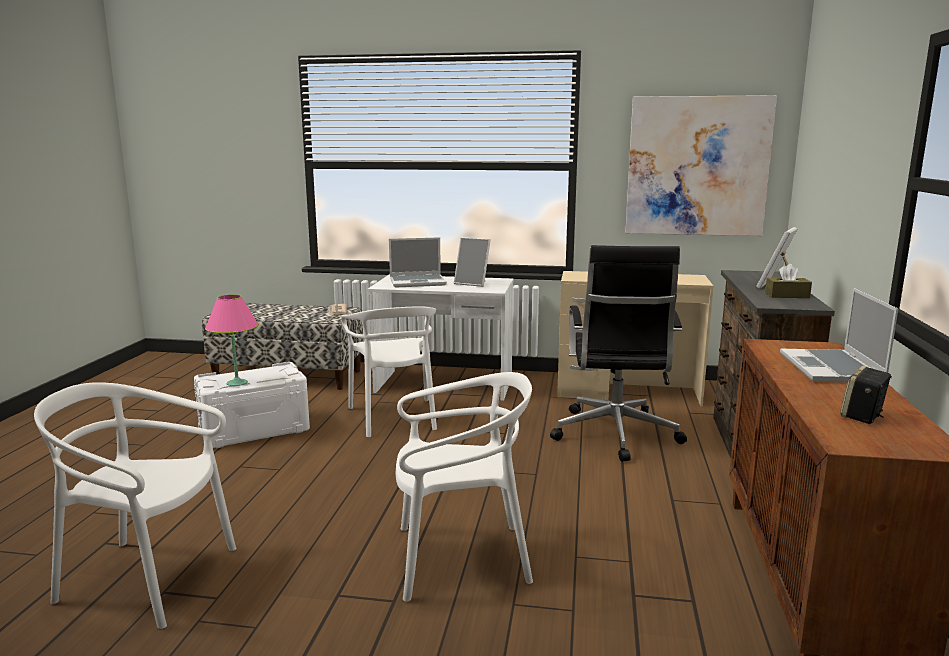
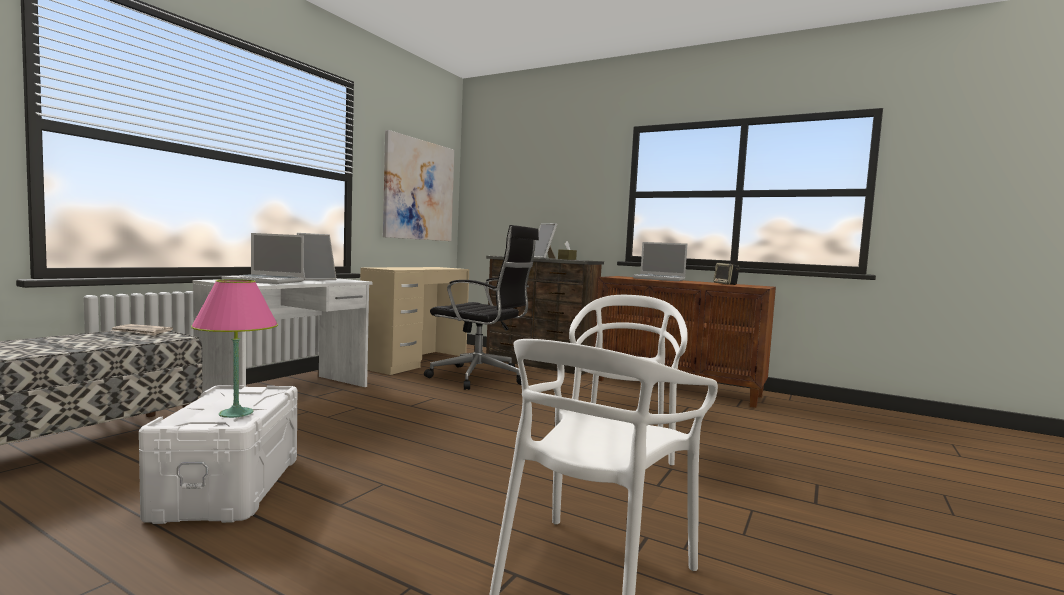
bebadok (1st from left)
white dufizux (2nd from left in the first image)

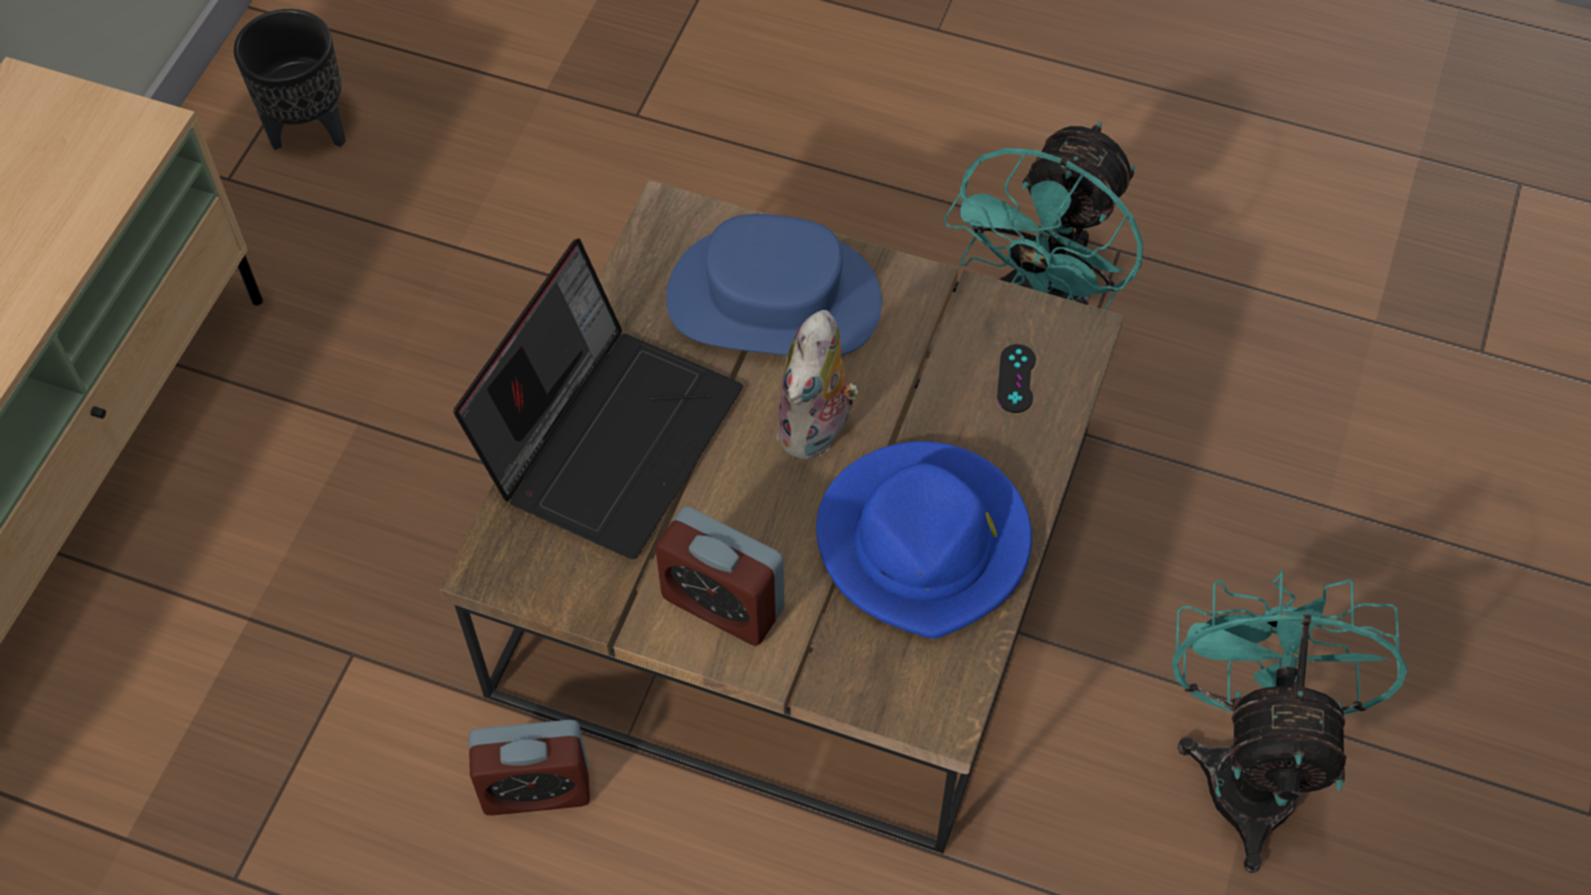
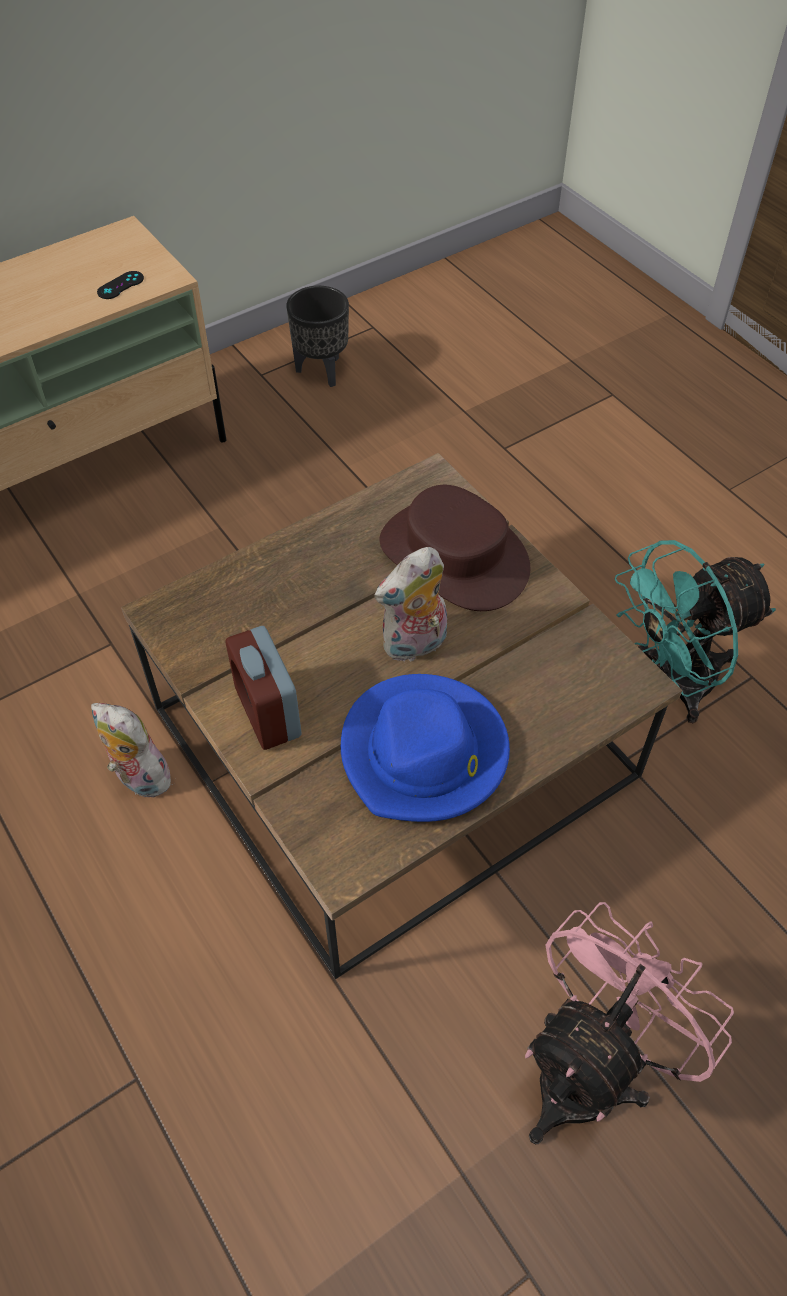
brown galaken
bebadok
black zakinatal
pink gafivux
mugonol (1st from left)

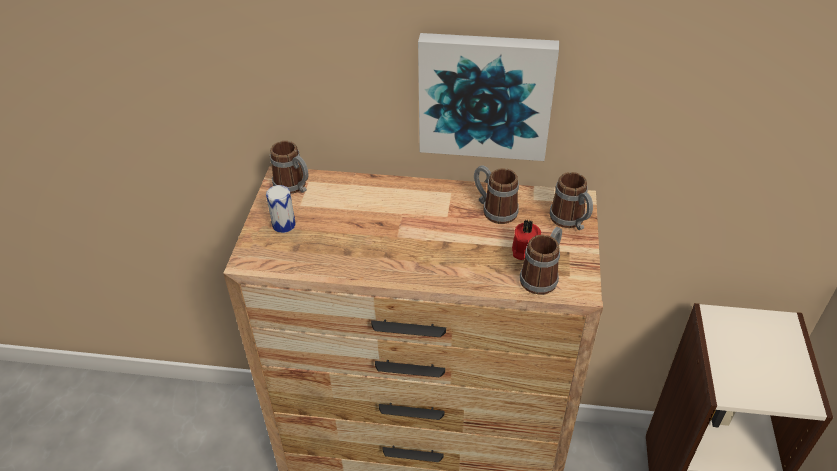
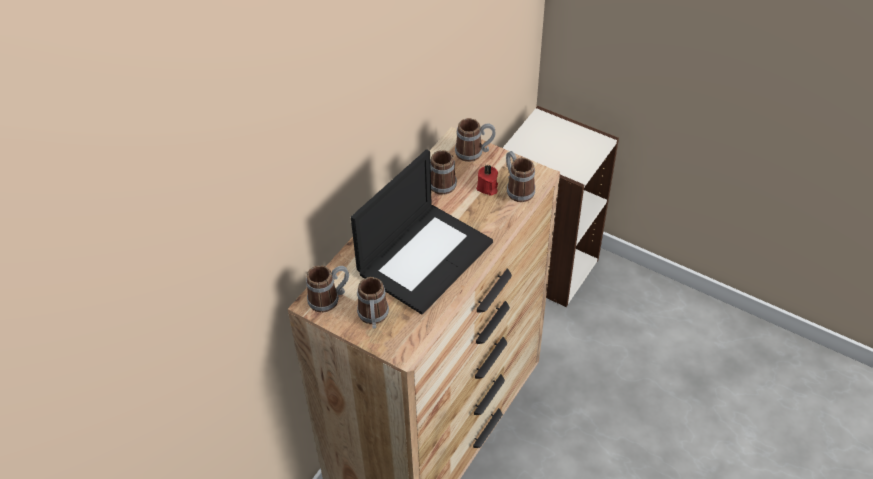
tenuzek
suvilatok (2nd from left)
bebadok

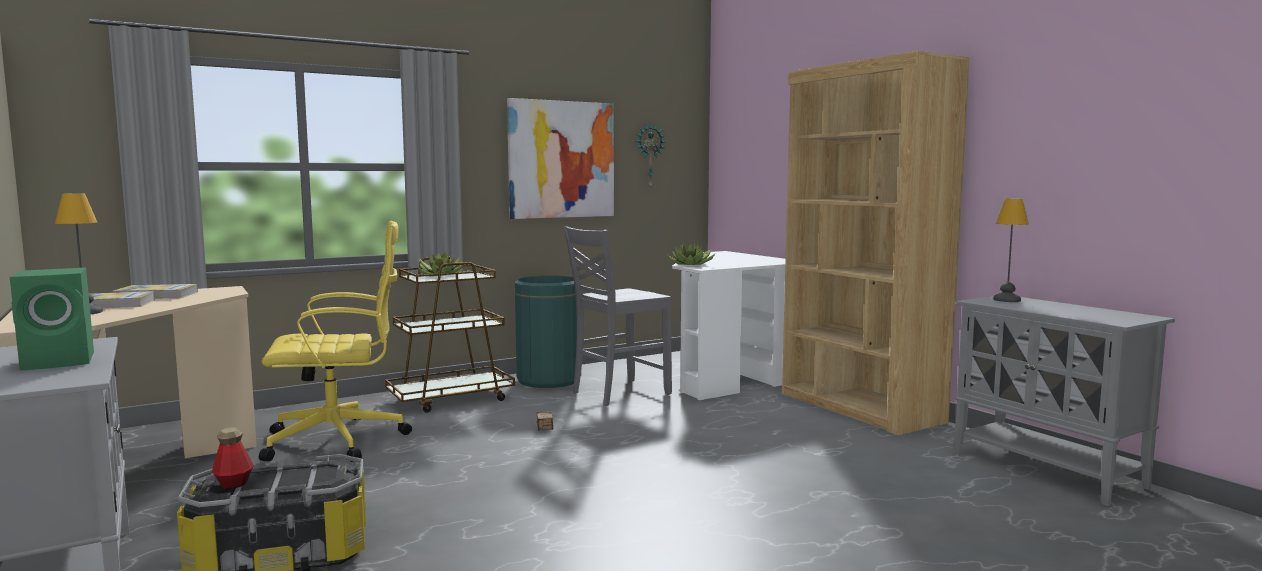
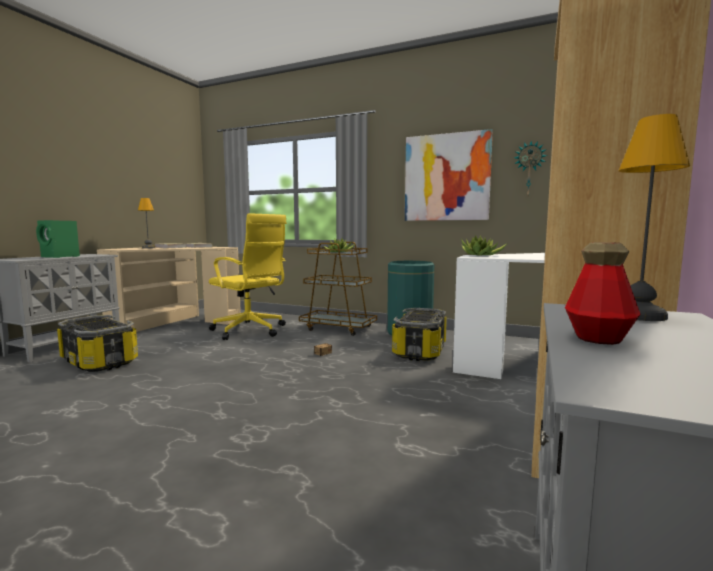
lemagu (3rd from left)
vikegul

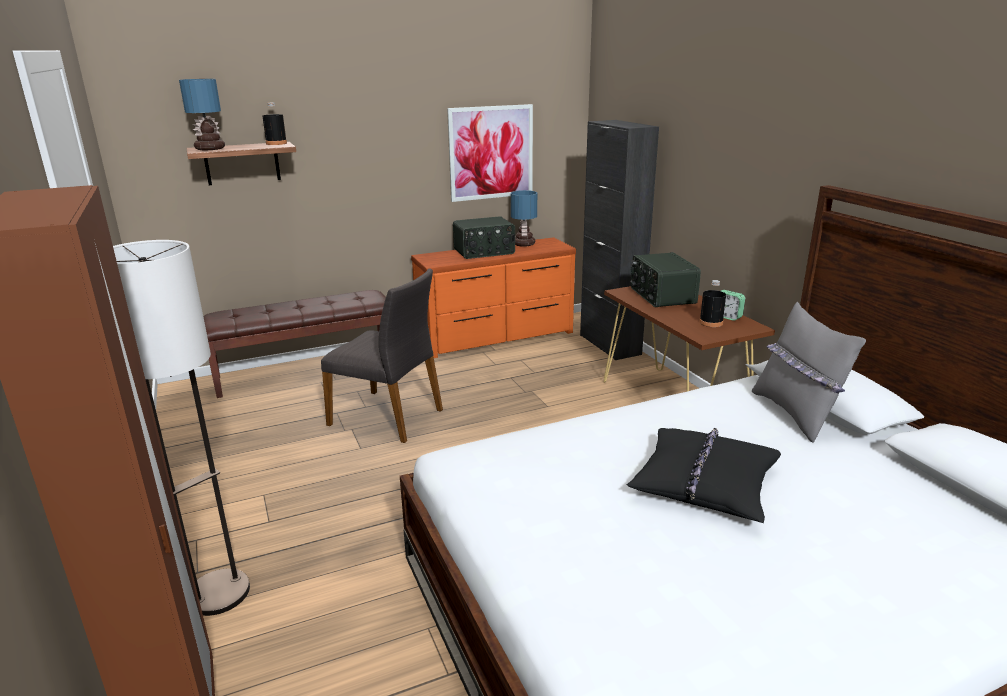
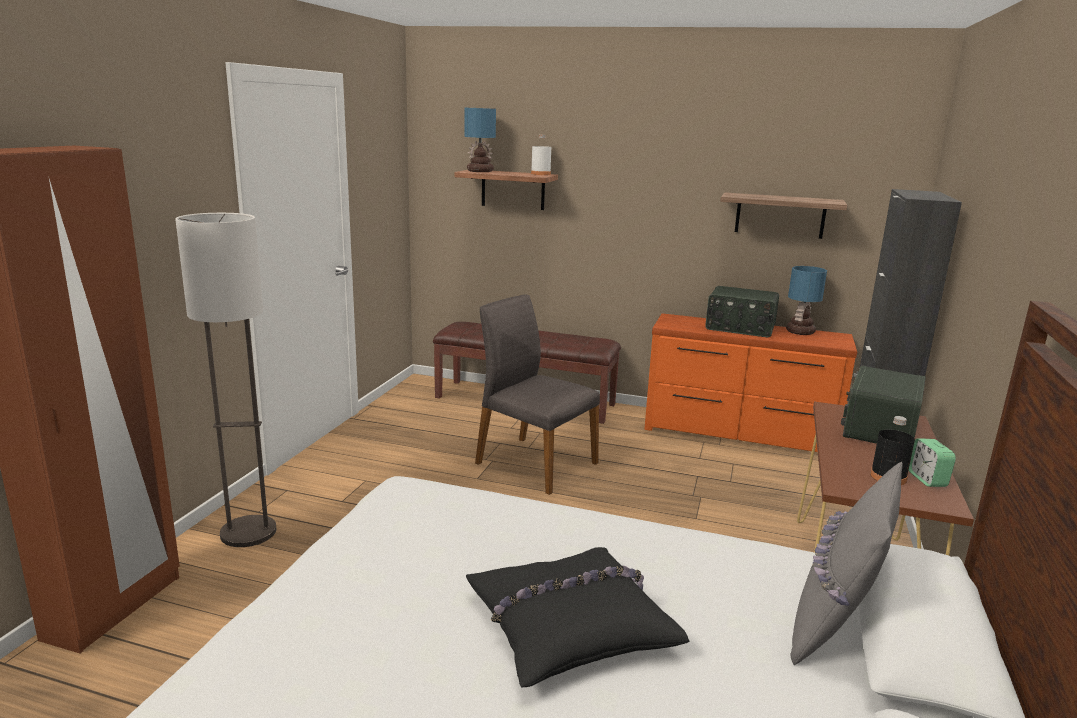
white vikegul
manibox (2nd from left)
grey dufizux

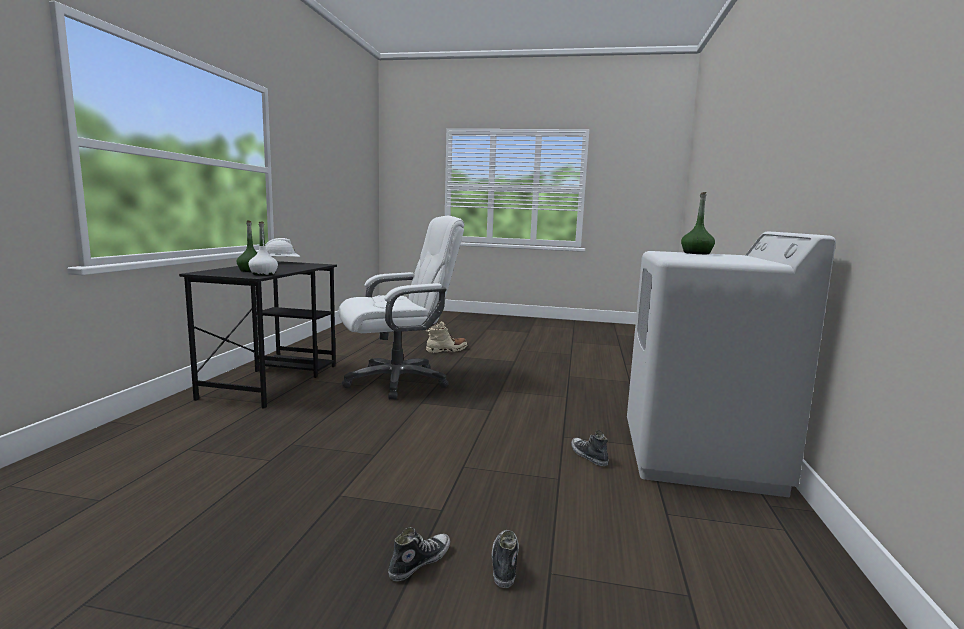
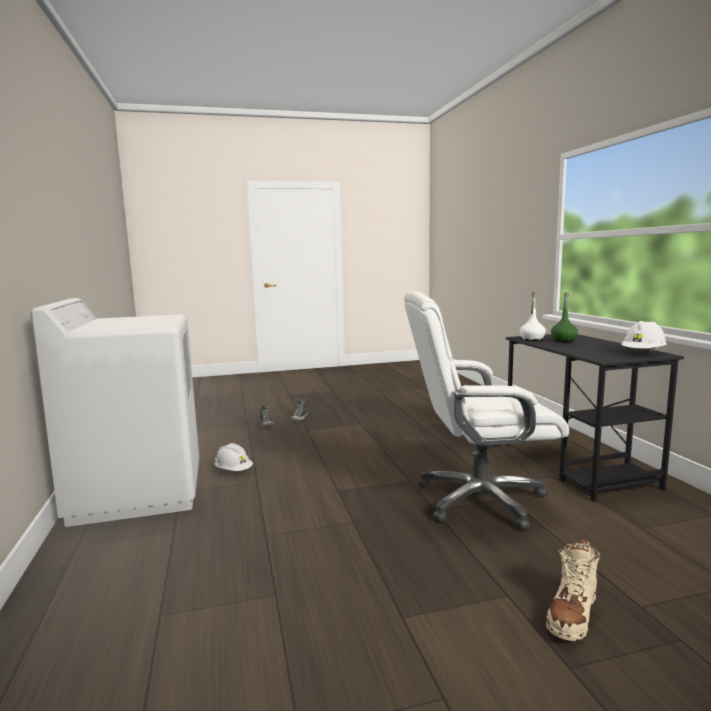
green vikegul (2nd from left in the first image)
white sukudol
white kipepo (1st from left)

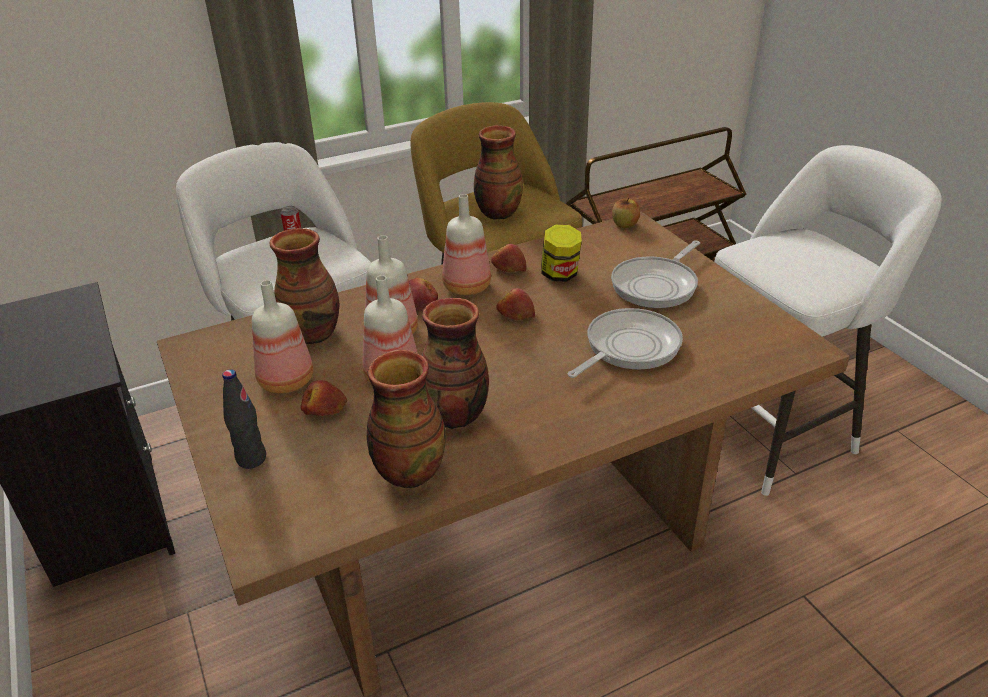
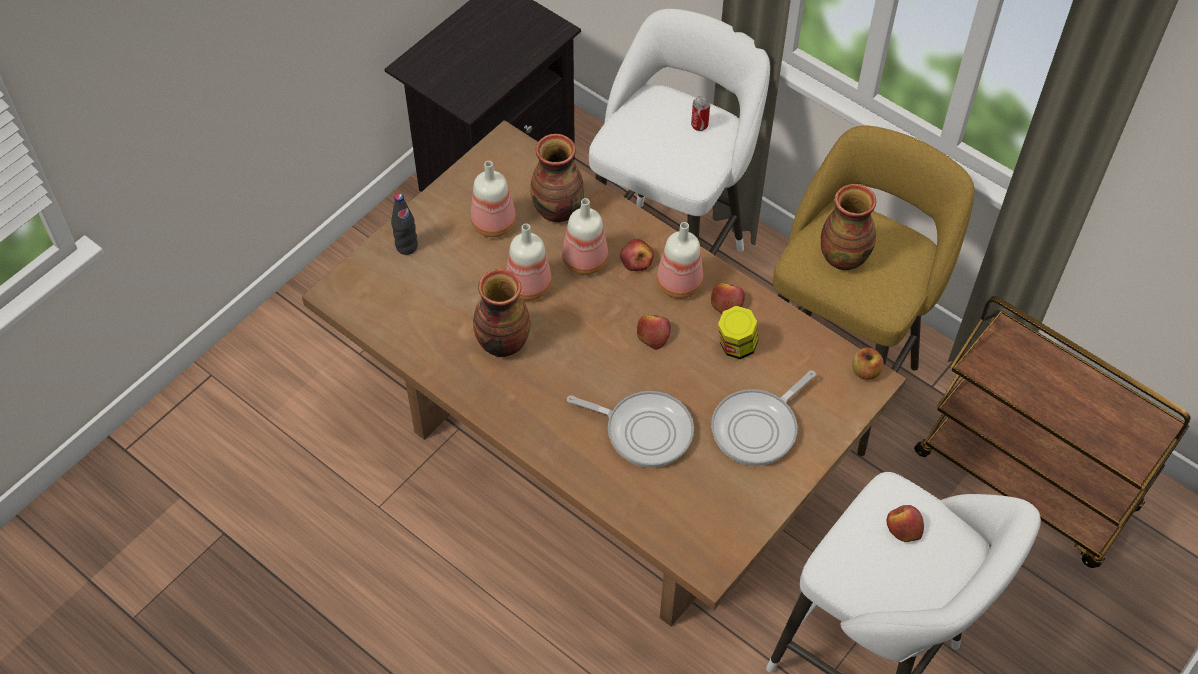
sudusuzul (2nd from left)
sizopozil (2nd from left in the first image)
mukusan (5th from left)

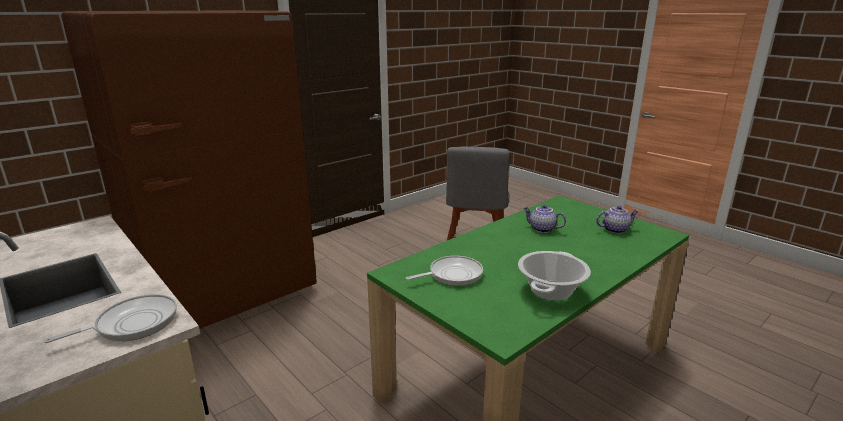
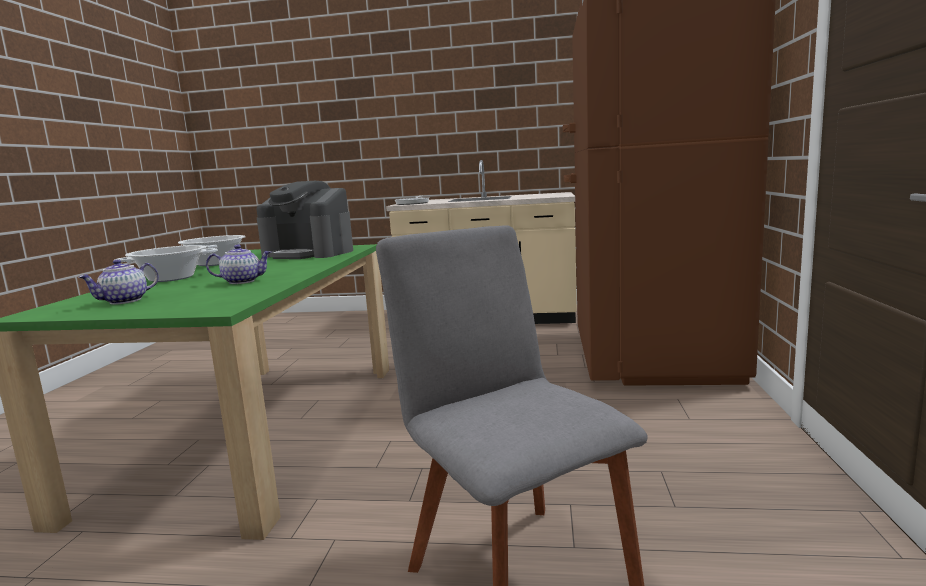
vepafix
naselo (1st from left)

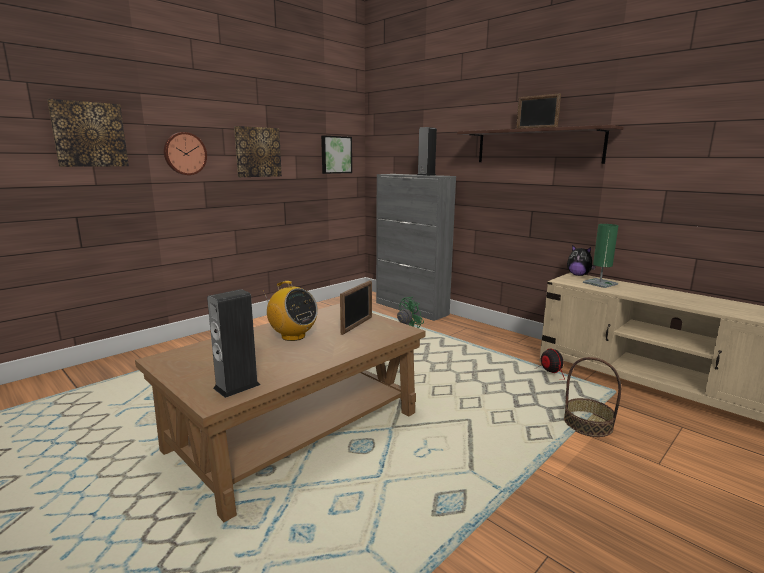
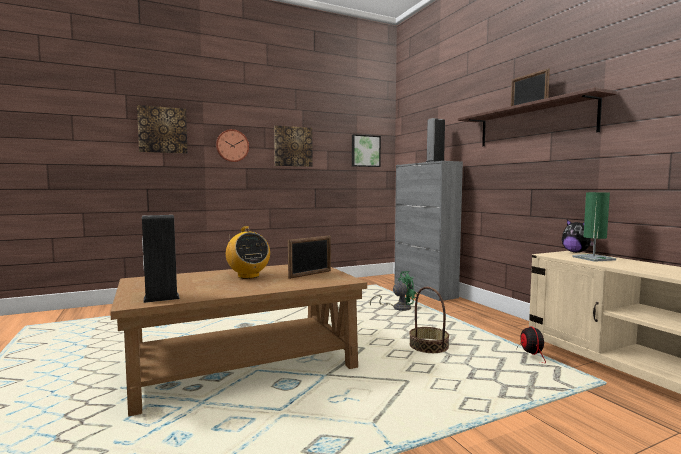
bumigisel

